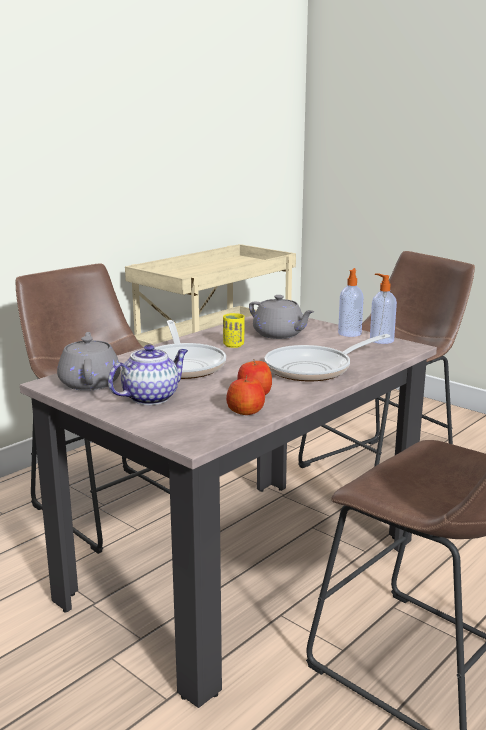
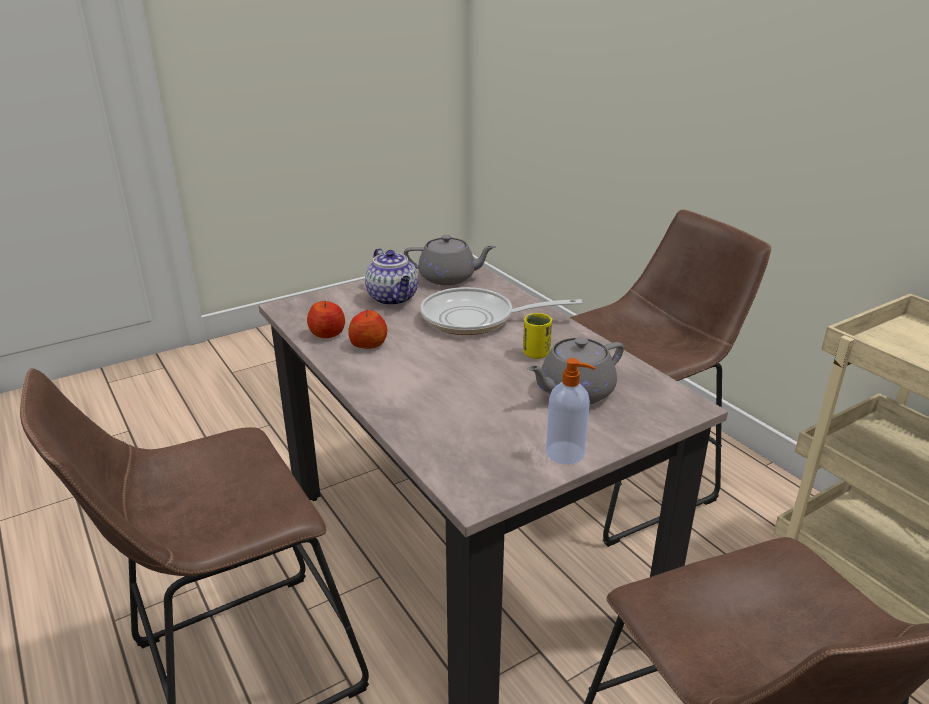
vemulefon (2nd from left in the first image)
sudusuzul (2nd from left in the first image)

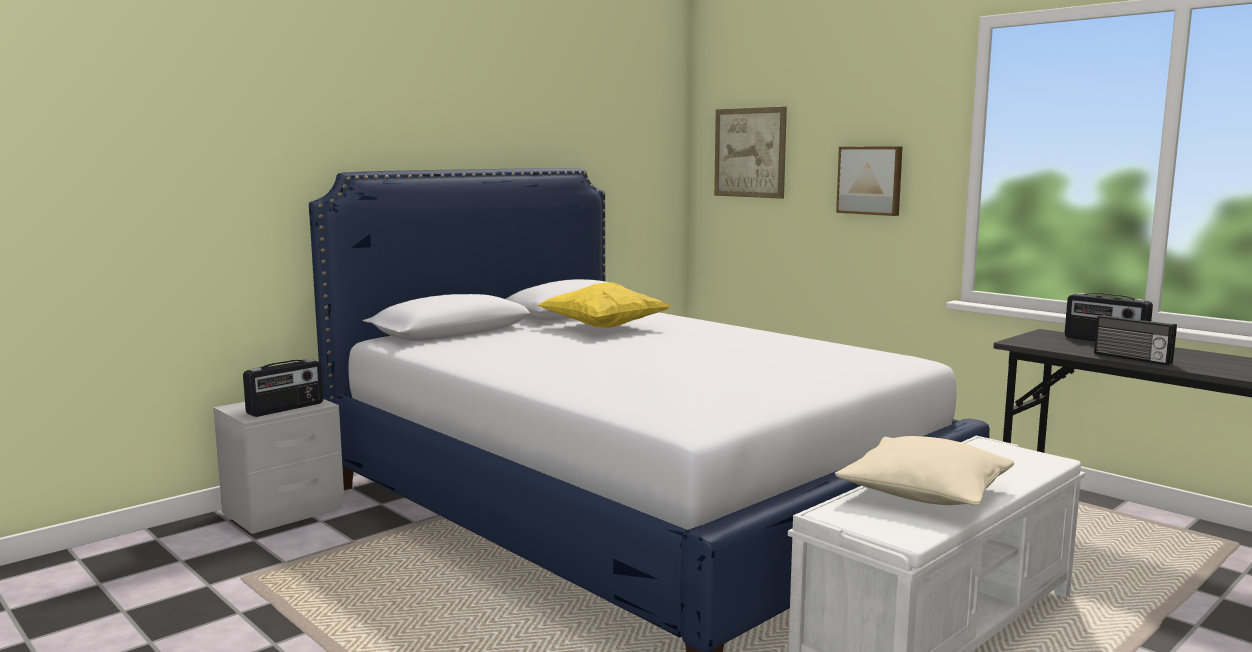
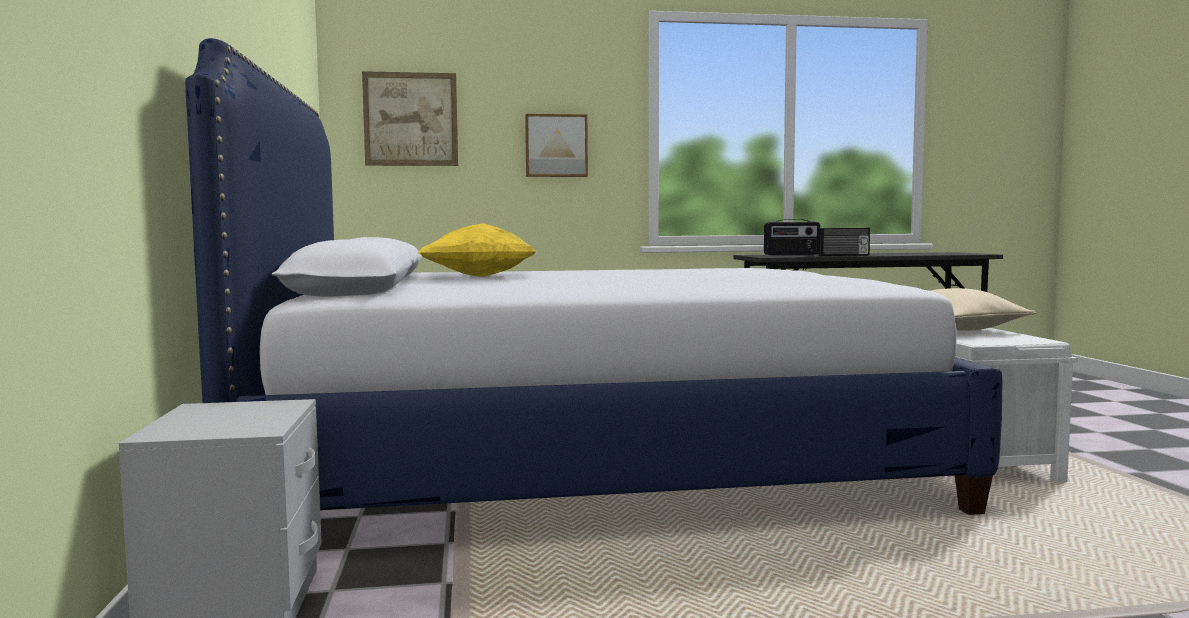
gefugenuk (1st from left in the first image)

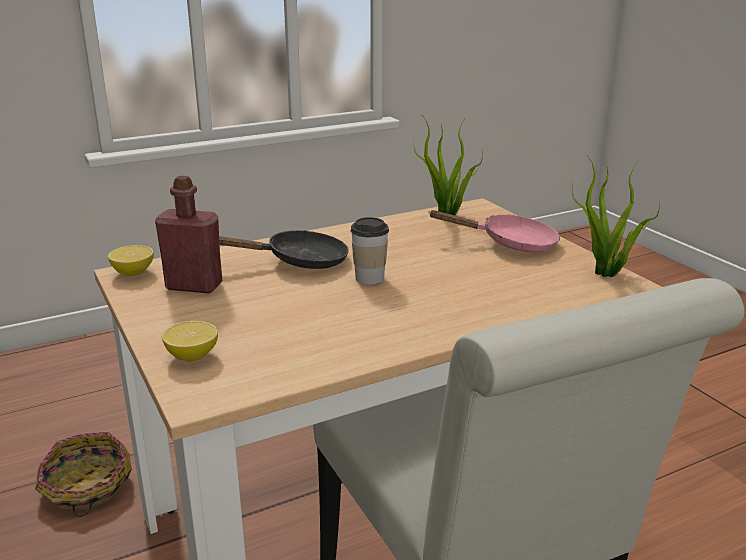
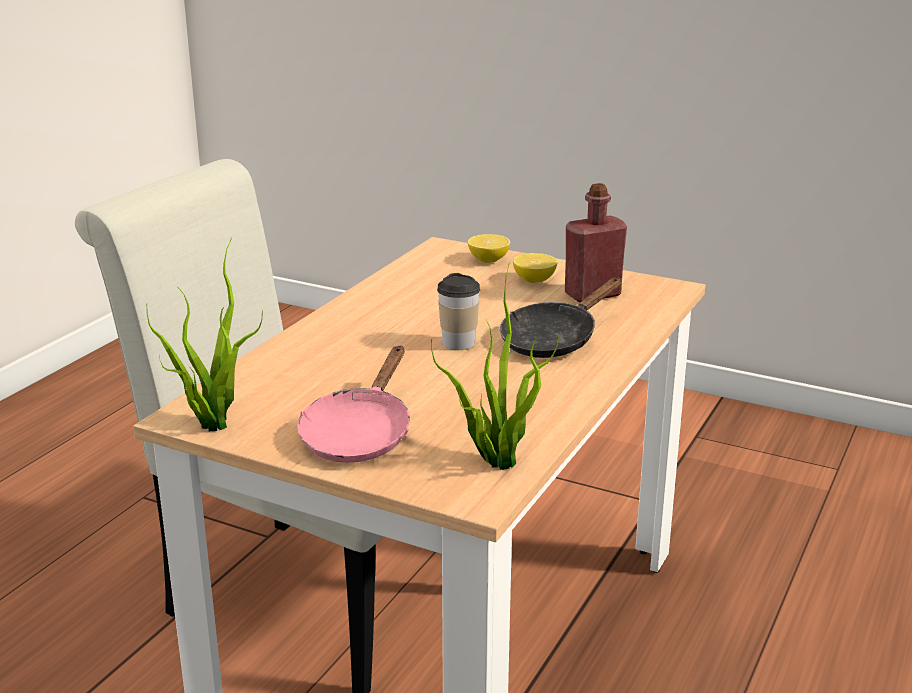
pink sudusuzul
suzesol (2nd from left)
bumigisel

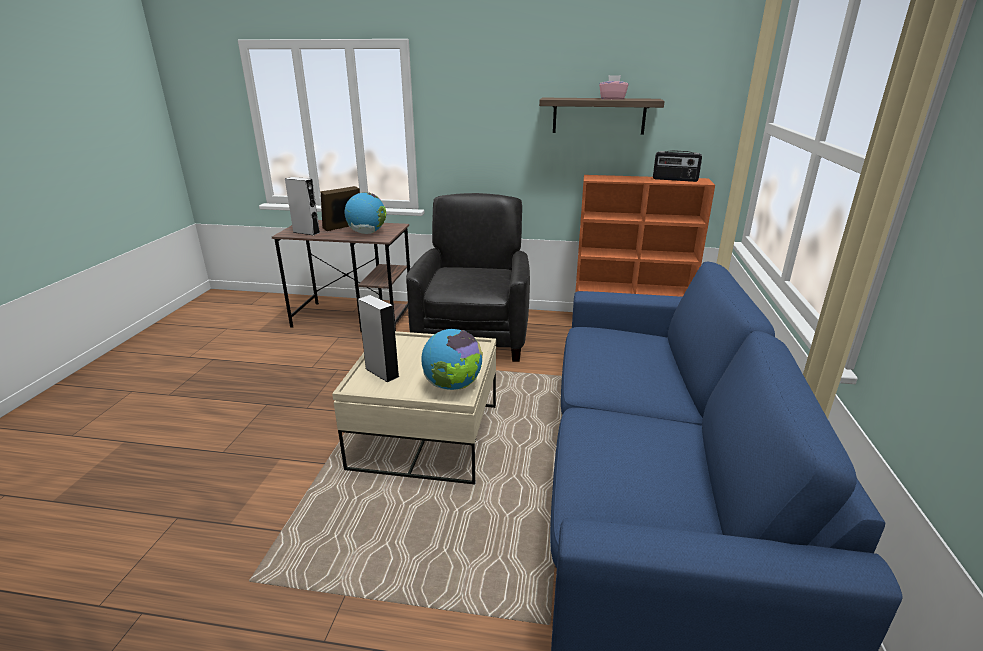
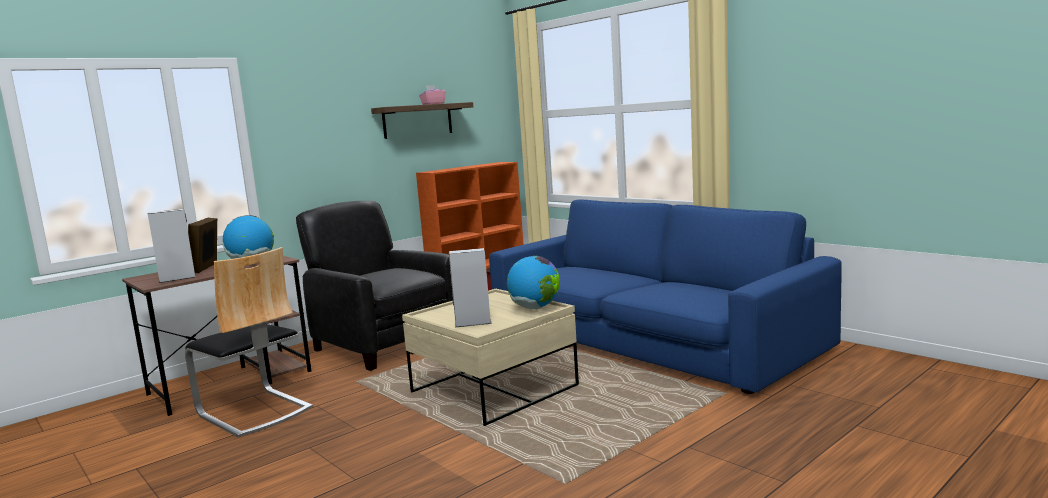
gefugenuk
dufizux

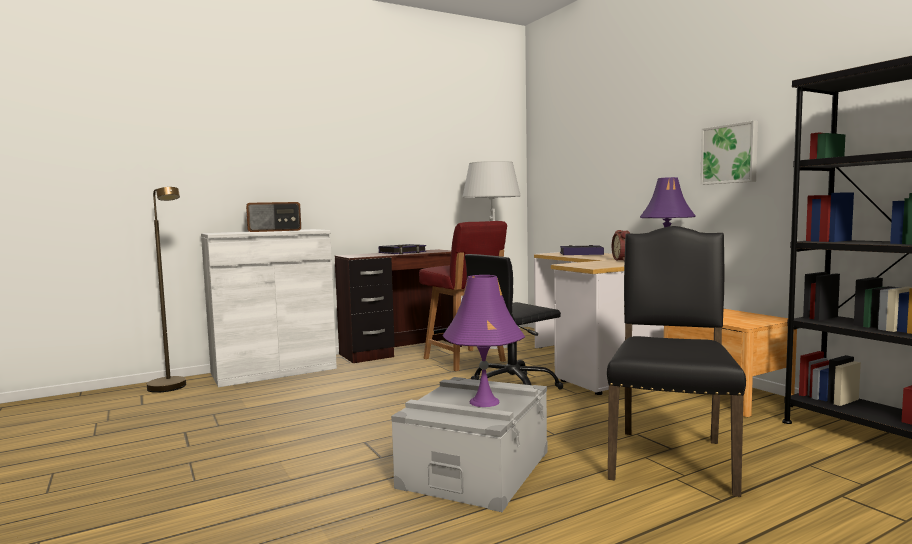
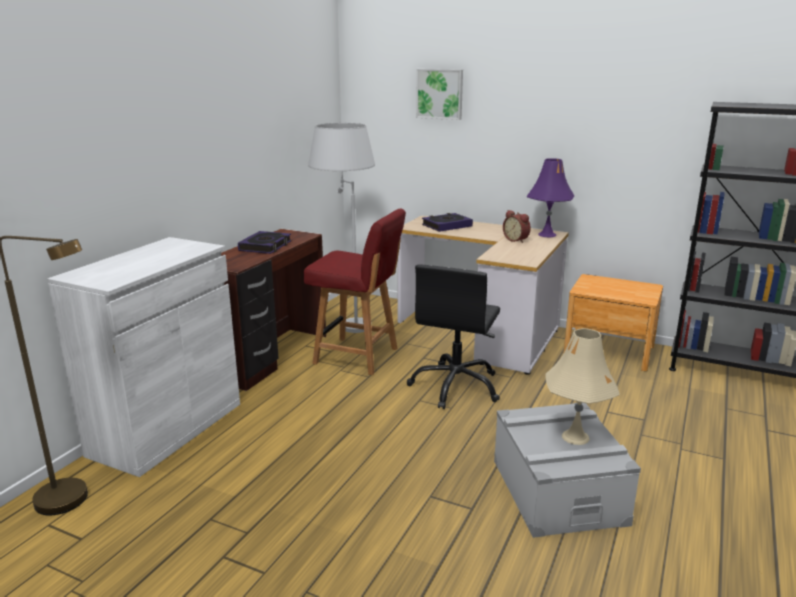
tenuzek
gefugenuk
black dufizux
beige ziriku

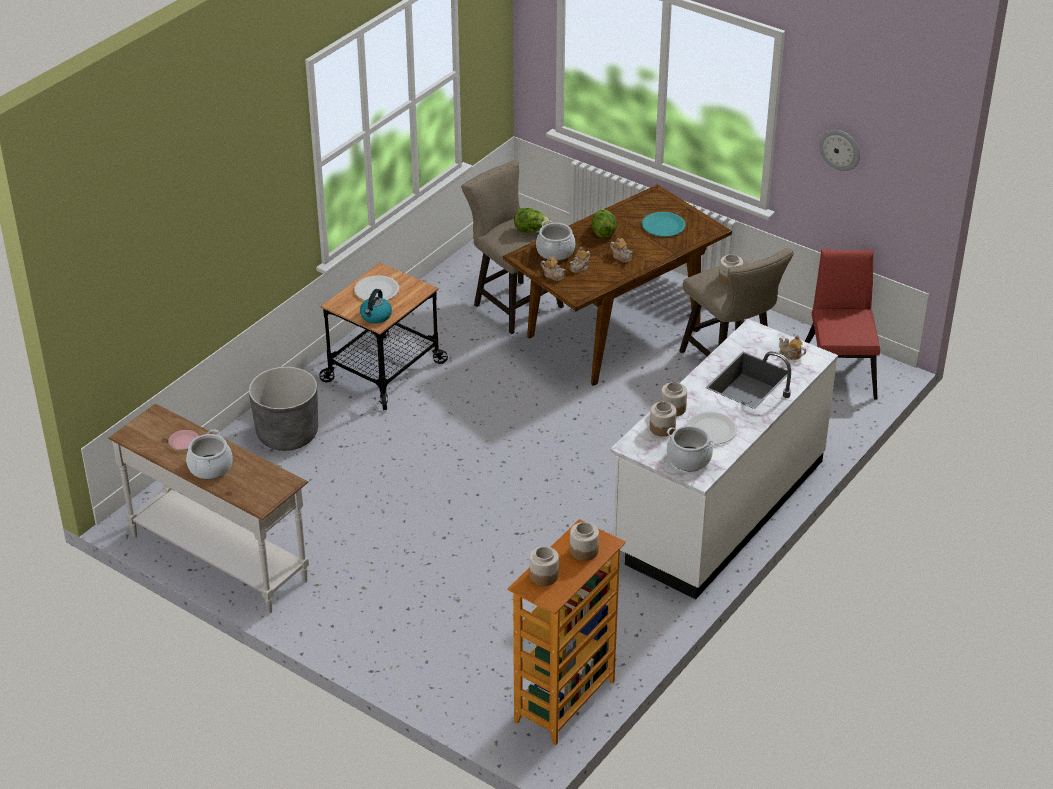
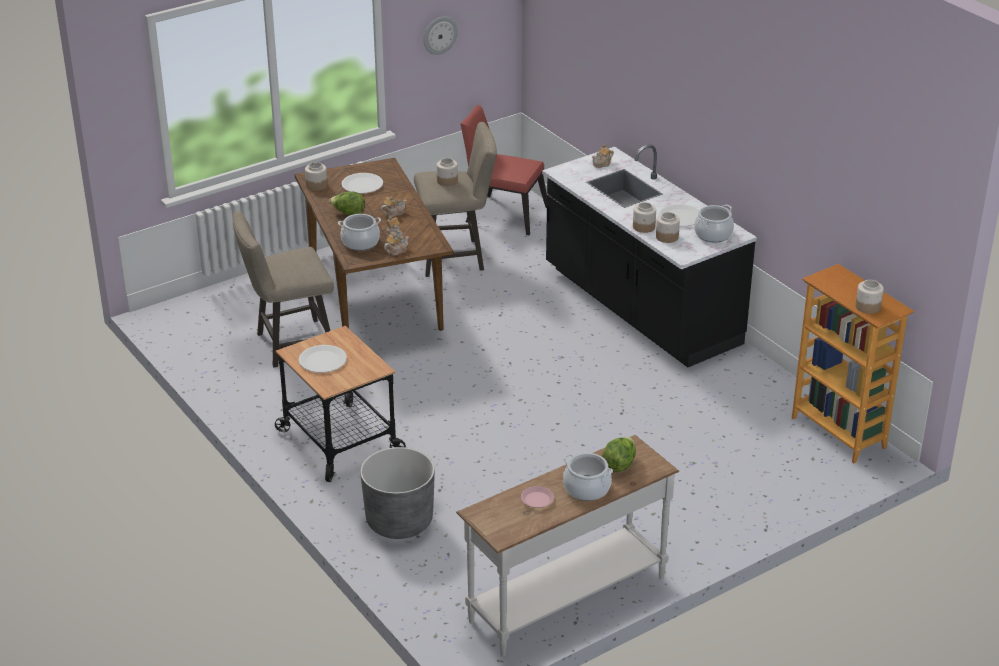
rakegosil (2nd from left)
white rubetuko (2nd from left)
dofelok
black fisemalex
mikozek (1st from left)

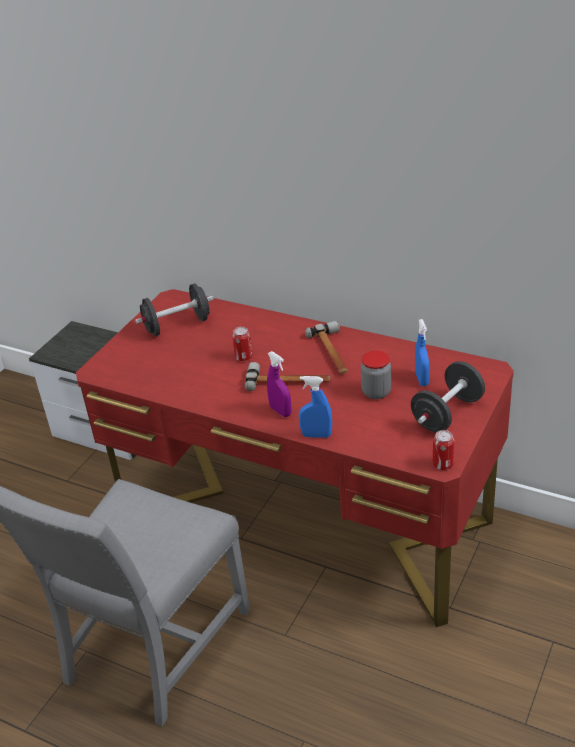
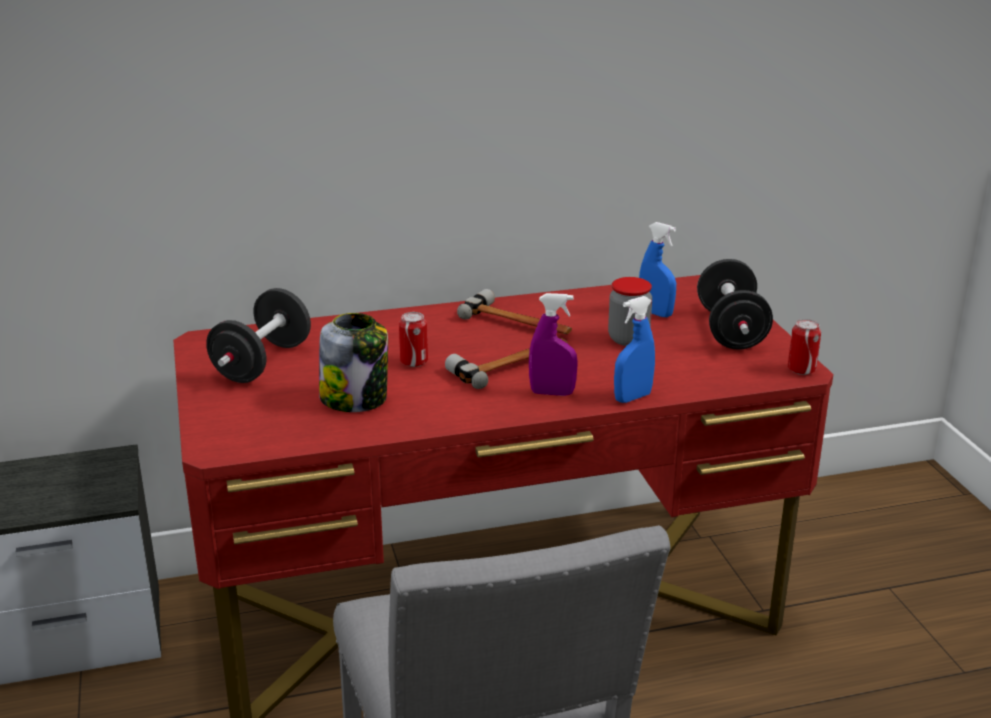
mikozek (1st from left)

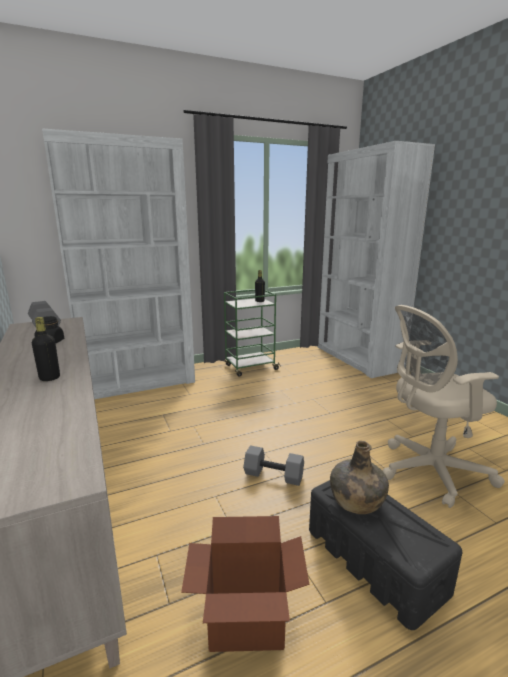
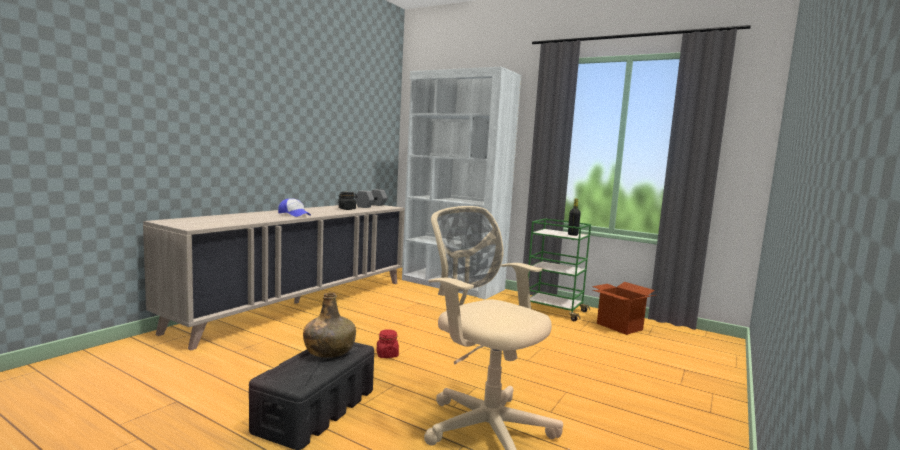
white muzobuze (2nd from left in the first image)
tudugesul
red mikozek
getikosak

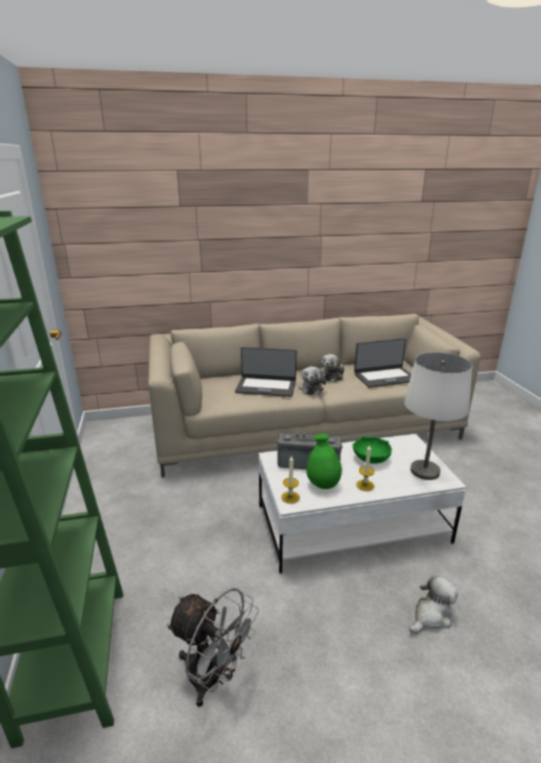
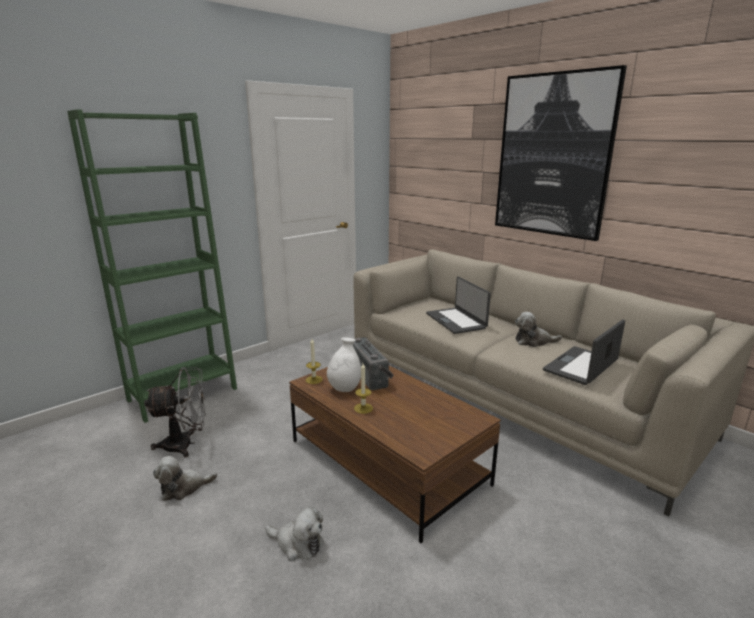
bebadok (2nd from left)
white ziriku
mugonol (1st from left)
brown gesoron
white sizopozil
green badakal
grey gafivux
tenuzek

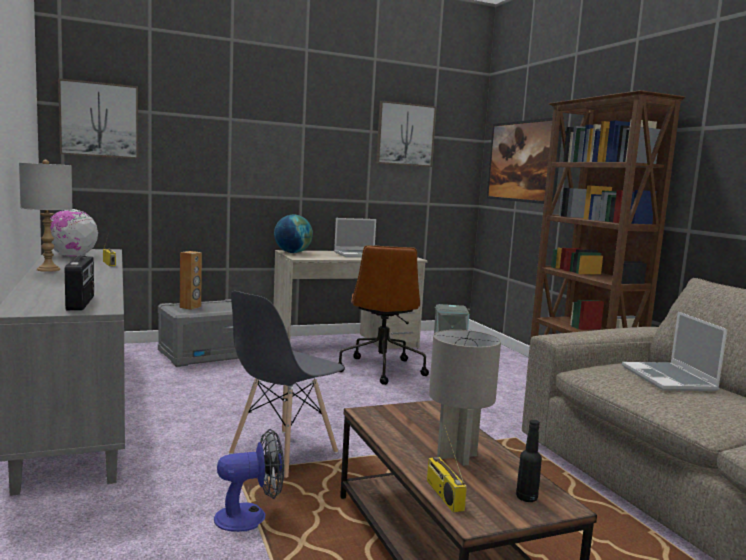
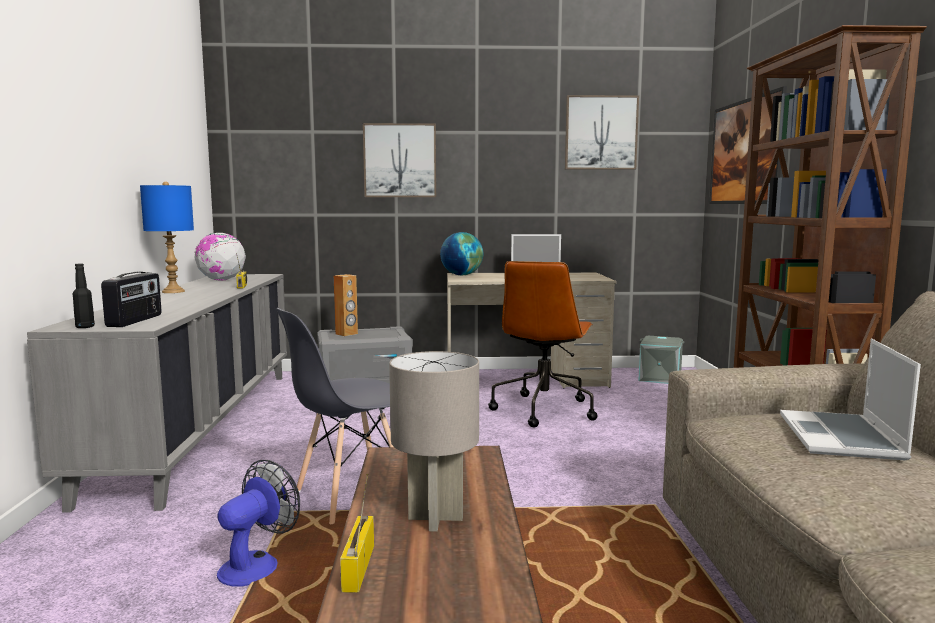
tenuzek (1st from left)
blue ziriku
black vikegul
gafivux

